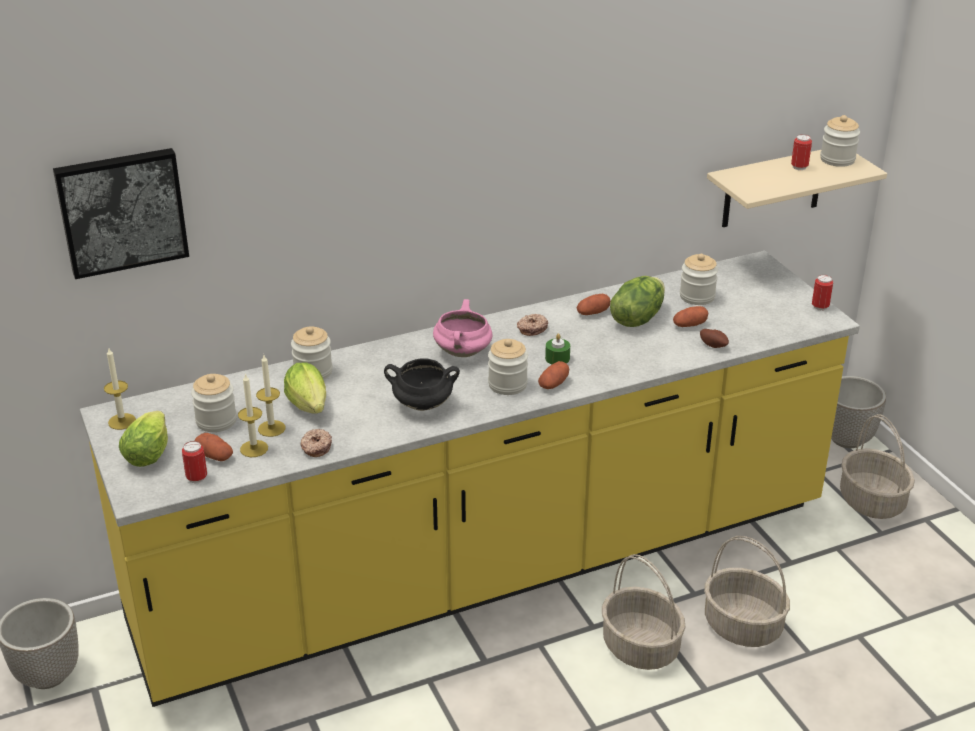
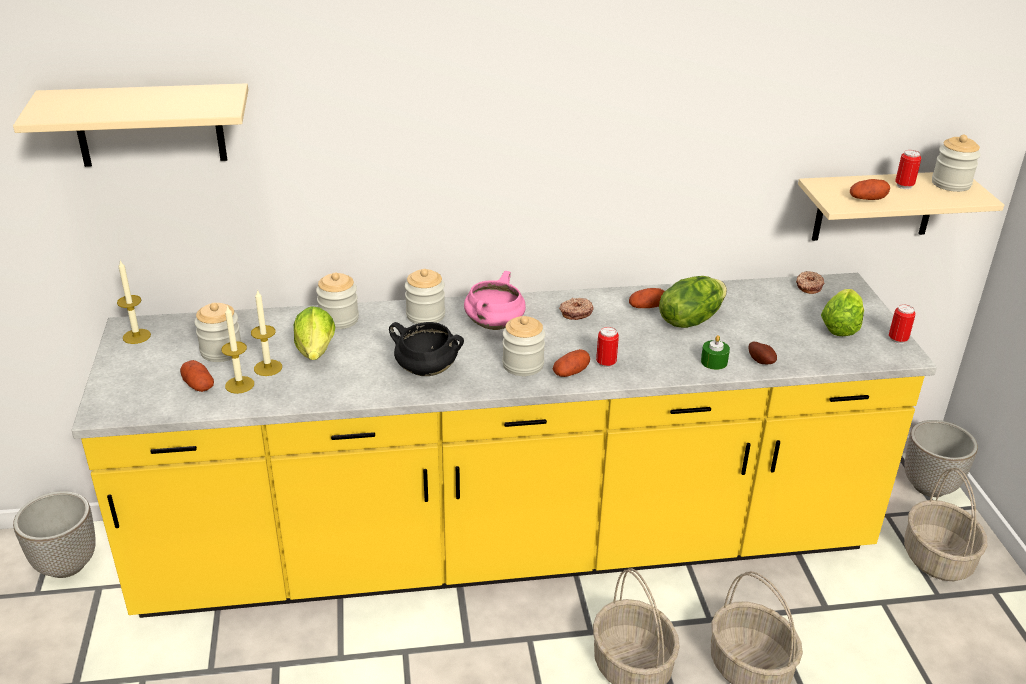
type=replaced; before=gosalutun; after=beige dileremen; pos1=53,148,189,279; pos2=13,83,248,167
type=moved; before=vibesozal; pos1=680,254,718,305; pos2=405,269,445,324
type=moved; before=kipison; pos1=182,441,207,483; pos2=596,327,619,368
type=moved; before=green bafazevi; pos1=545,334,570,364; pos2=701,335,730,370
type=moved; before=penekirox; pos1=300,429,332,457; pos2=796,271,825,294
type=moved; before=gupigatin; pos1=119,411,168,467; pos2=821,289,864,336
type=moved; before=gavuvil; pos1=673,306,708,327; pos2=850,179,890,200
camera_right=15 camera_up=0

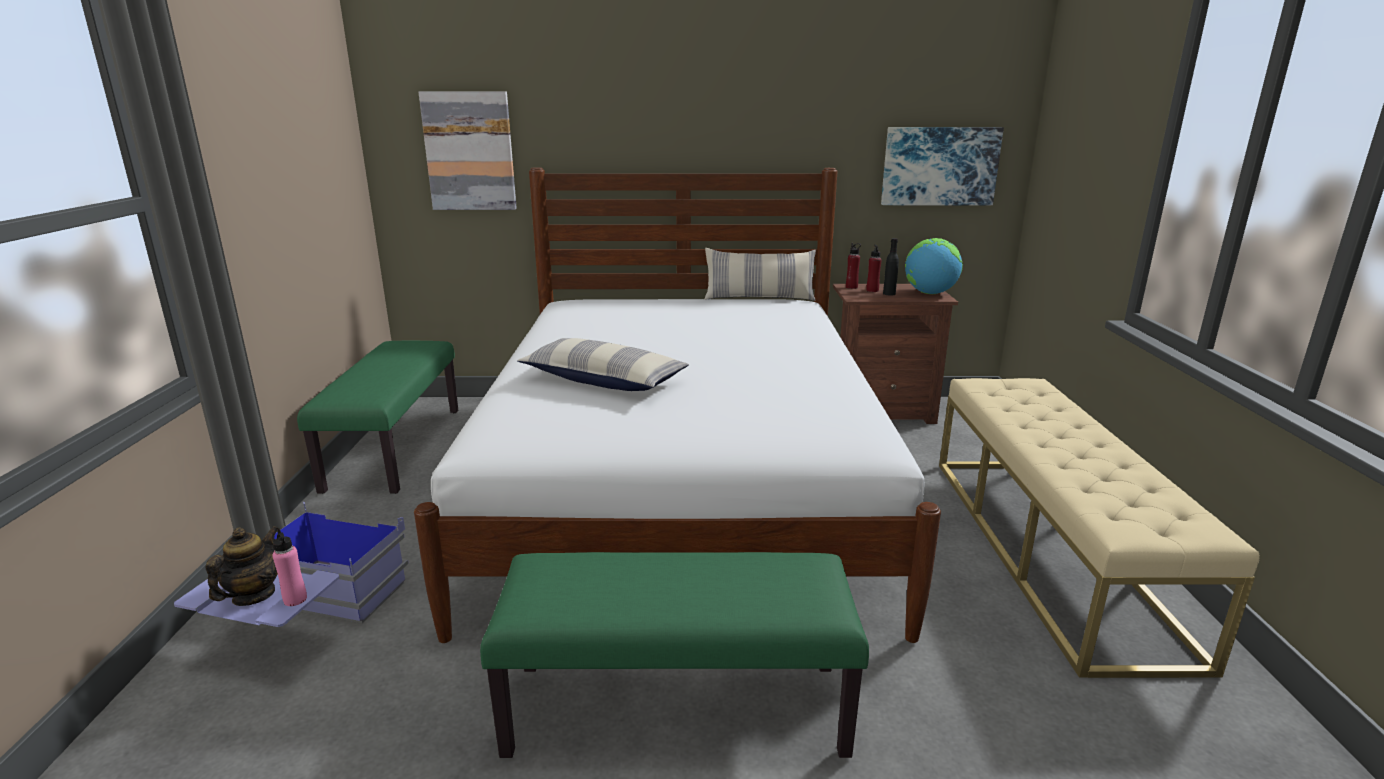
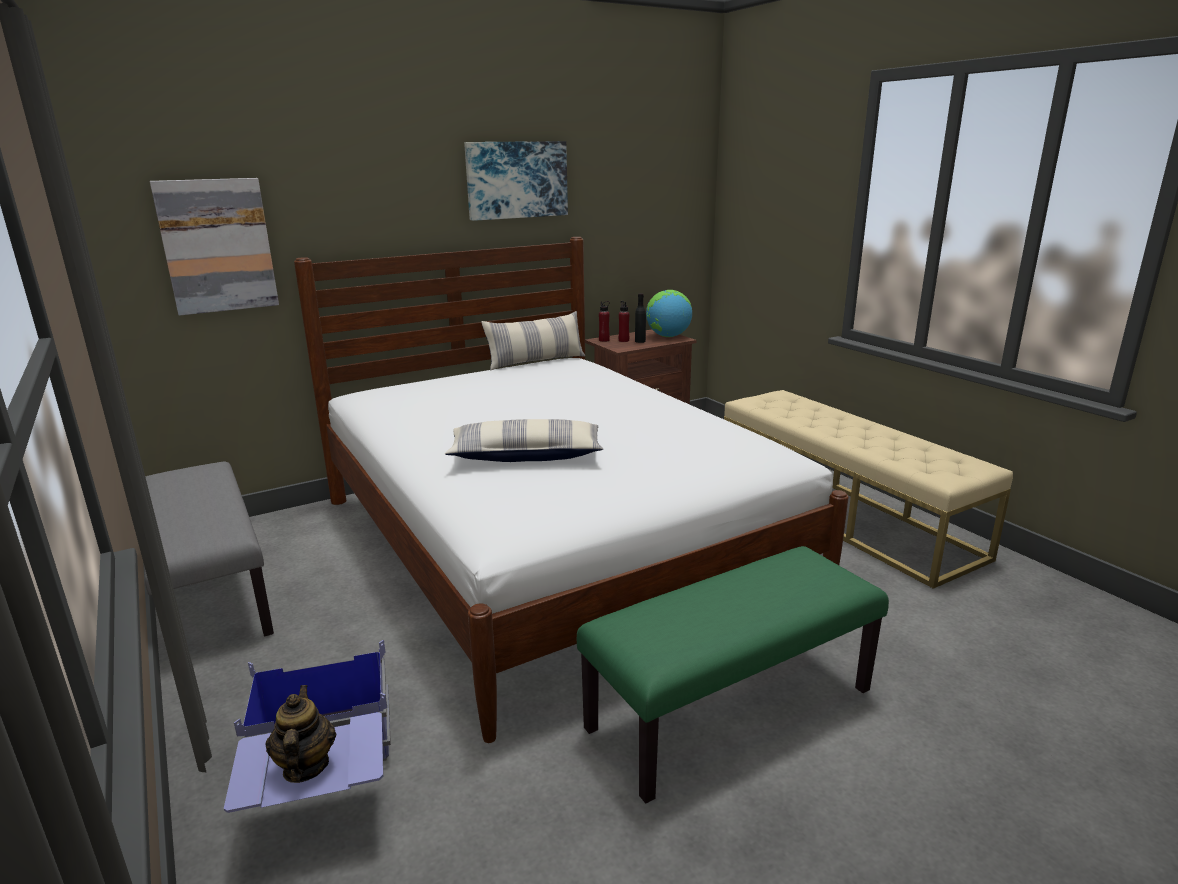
type=recoloured; before=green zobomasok; after=grey zobomasok; pos1=297,341,458,494; pos2=144,462,274,636
type=moved; before=gosalutun; pos1=881,127,1004,205; pos2=464,141,568,221
type=removed; before=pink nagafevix; pos1=272,528,307,606
camera_right=-30 camera_up=0

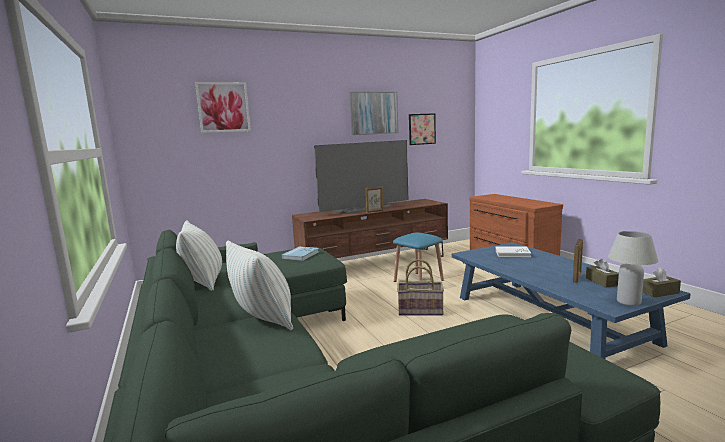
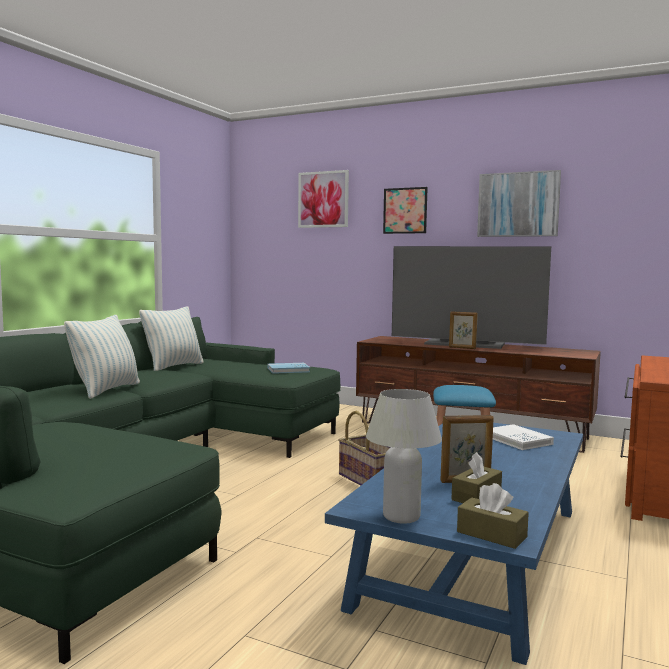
type=moved; before=gosalutun; pos1=409,113,436,145; pos2=383,187,428,234
camera_right=50 camera_up=-5

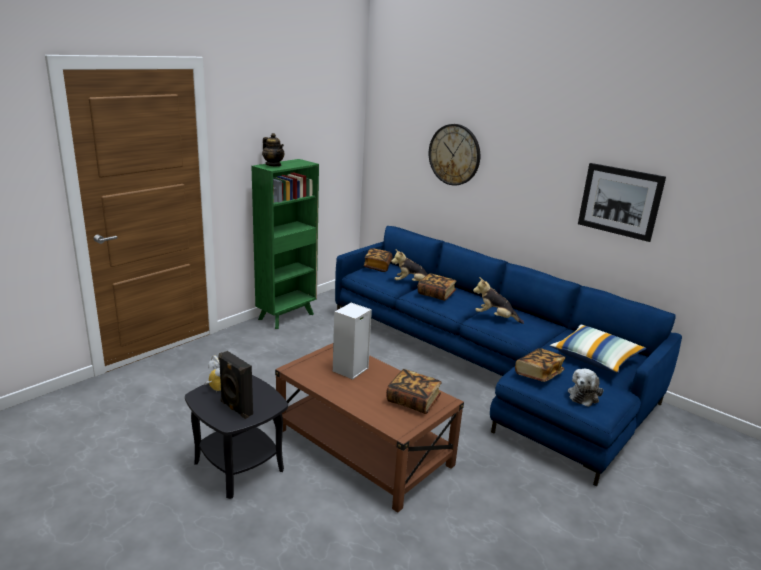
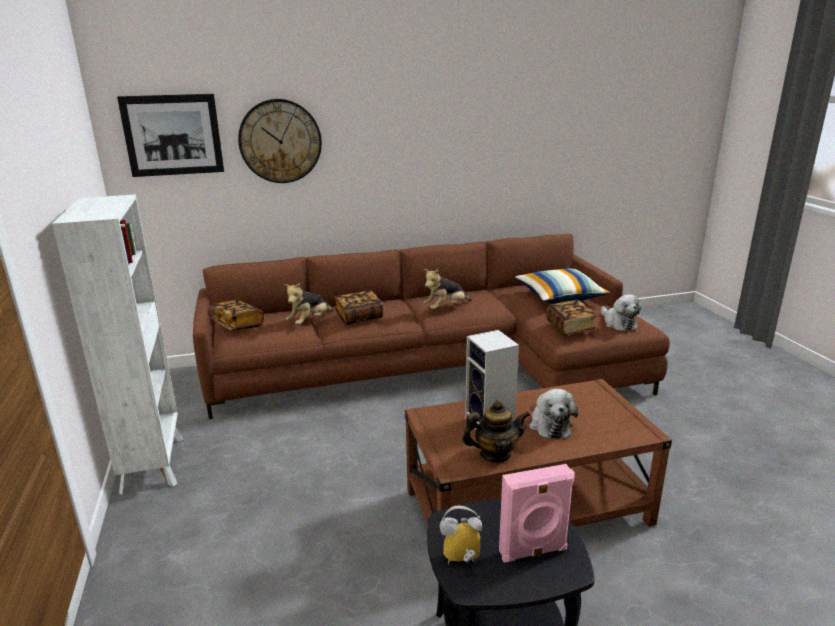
type=recoloured; before=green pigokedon; after=white pigokedon; pos1=251,159,319,329; pos2=52,194,183,495
type=moved; before=gosalutun; pos1=578,163,666,242; pos2=117,94,224,177
type=recoloured; before=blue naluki; after=brown naluki; pos1=335,226,682,486; pos2=193,234,670,419
type=moved; before=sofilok; pos1=262,133,285,167; pos2=462,400,530,463
type=recoloured; before=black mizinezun; after=pink mizinezun; pos1=218,351,253,419; pos2=499,464,575,563
type=added; after=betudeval; pos2=529,389,578,439
type=removed; before=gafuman; pos1=386,369,442,414
camera_right=-55 camera_up=0

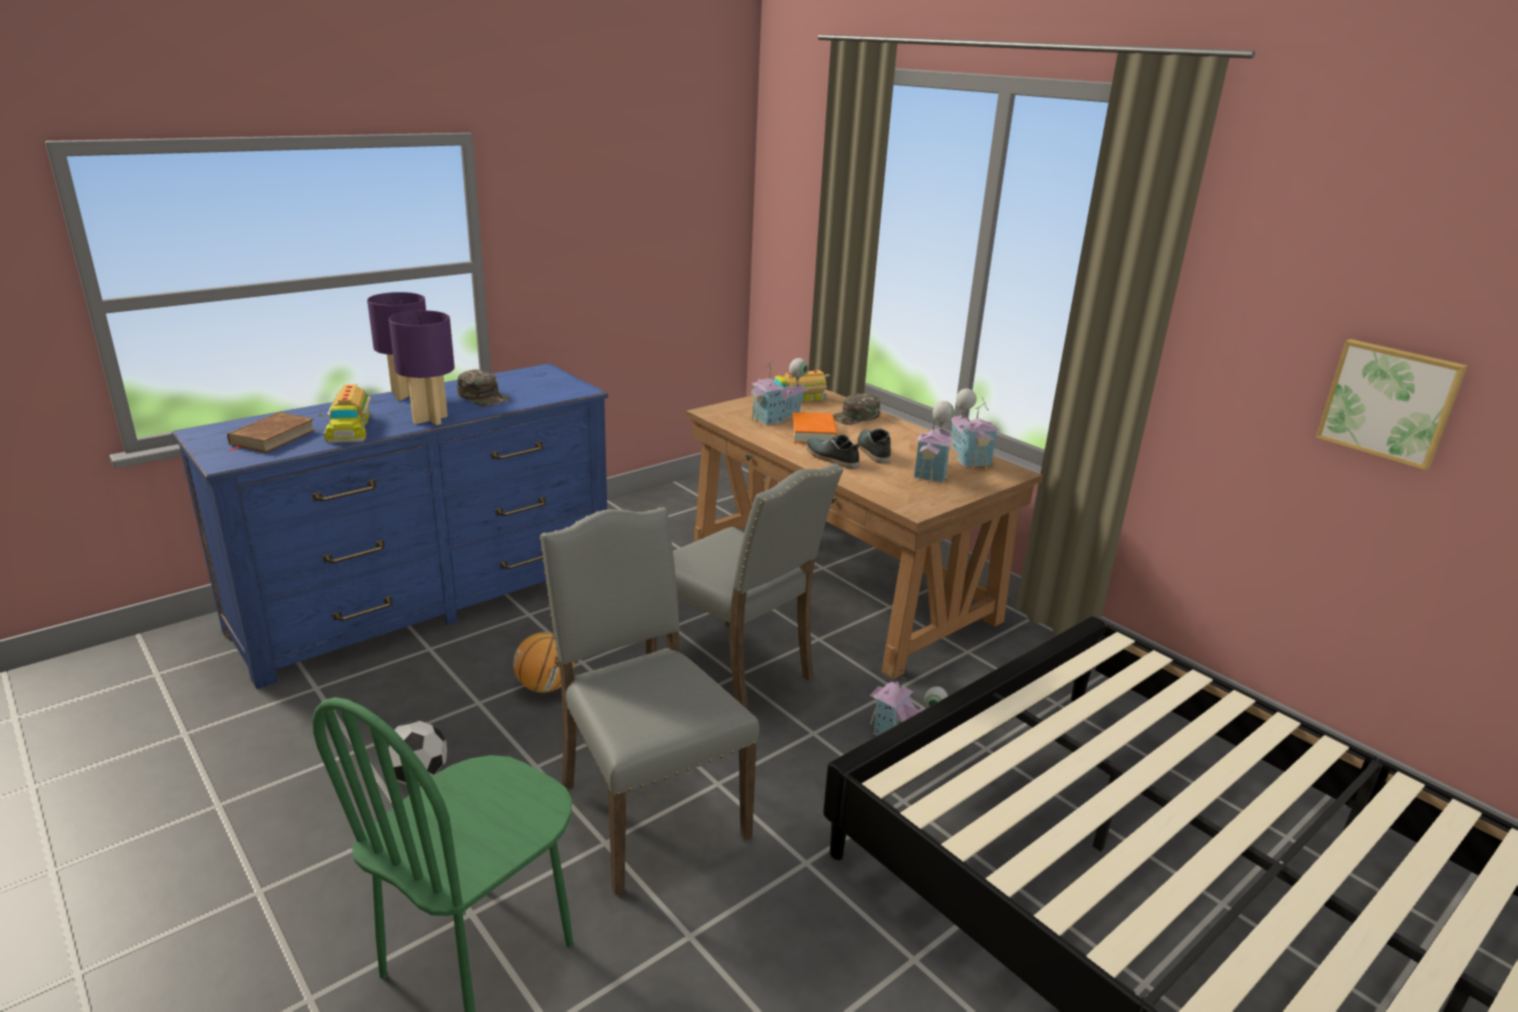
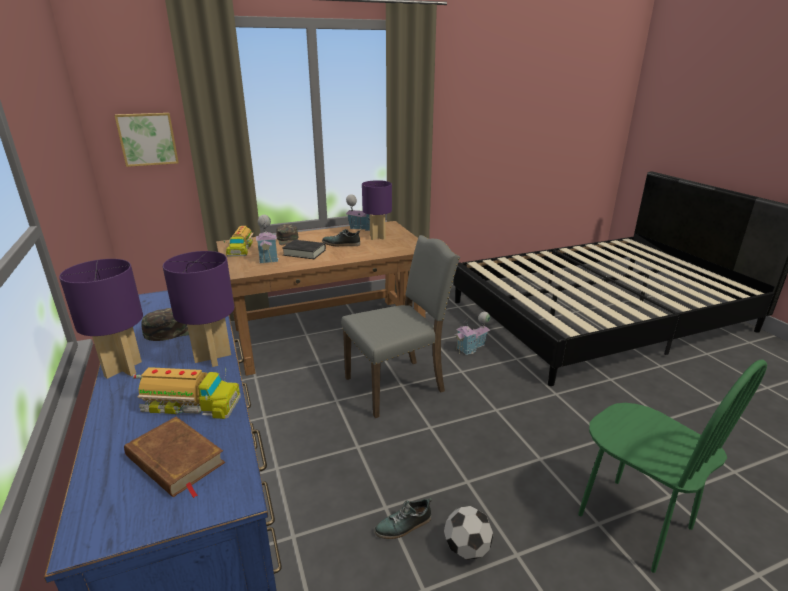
type=moved; before=gosalutun; pos1=1316,339,1468,470; pos2=114,113,179,167
type=recoloured; before=orange gafuman; after=black gafuman; pos1=791,412,838,444; pos2=282,240,326,259
type=replaced; before=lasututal; after=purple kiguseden; pos1=914,401,954,484; pos2=362,180,392,240
type=moved; before=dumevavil; pos1=806,434,861,469; pos2=374,497,432,539
type=removed; before=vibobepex; pos1=513,632,575,693
type=removed; before=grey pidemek; pos1=540,507,759,896
camera_right=-70 camera_up=0

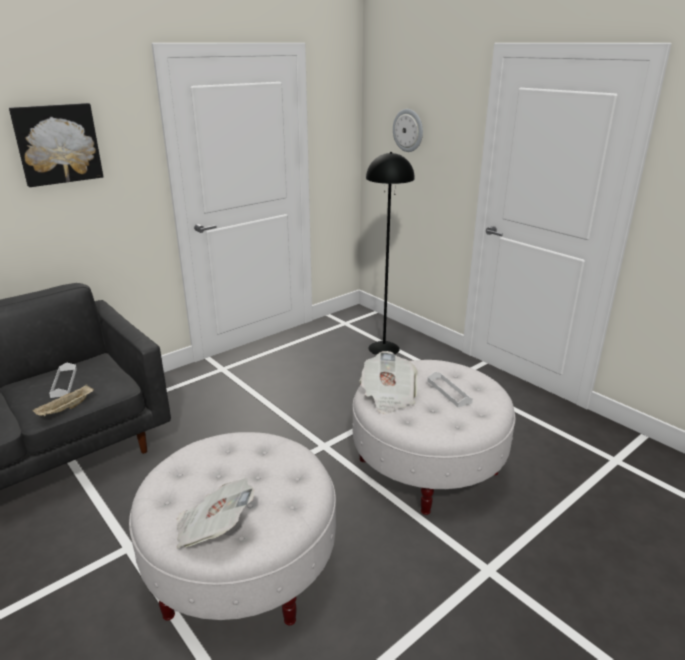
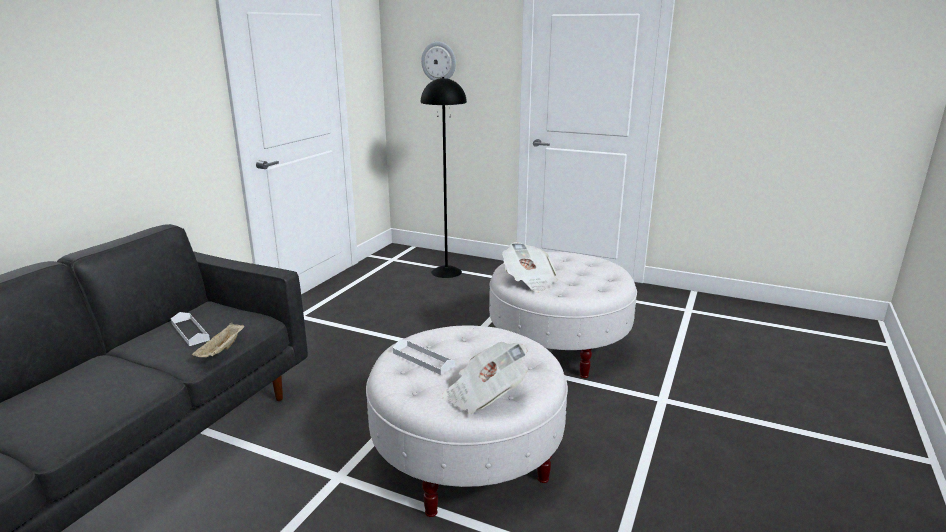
type=moved; before=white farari; pos1=428,372,473,407; pos2=393,339,455,375
type=removed; before=gosalutun; pos1=9,103,103,187
camera_right=-25 camera_up=-5

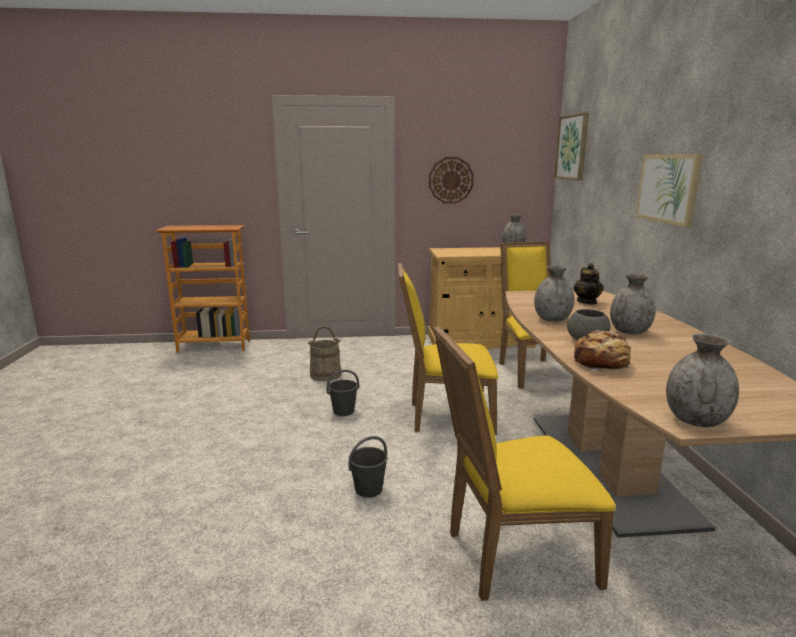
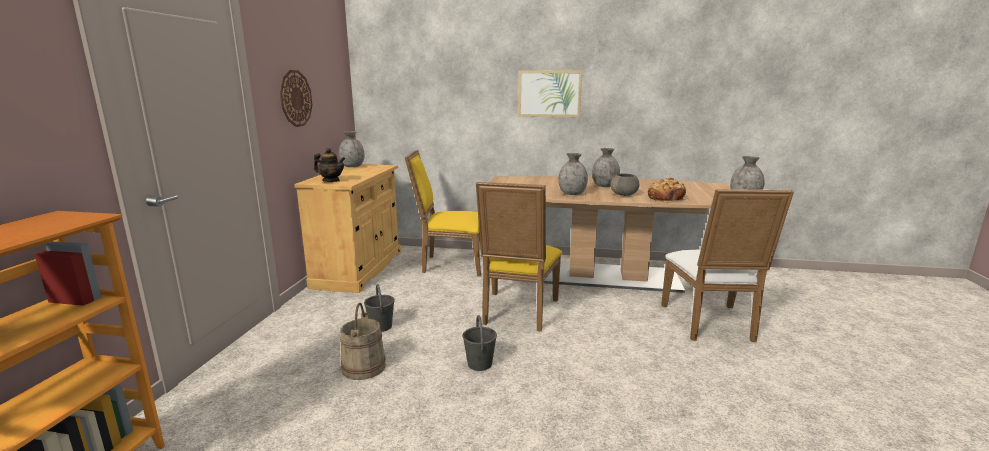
type=moved; before=sofilok; pos1=573,263,604,304; pos2=314,148,345,182
type=moved; before=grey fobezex; pos1=348,436,388,498; pos2=364,284,395,332
type=recoloured; before=yellow pidemek; after=white pidemek; pos1=433,325,616,601; pos2=661,189,794,342
type=removed; before=gosalutun; pos1=554,112,589,180
camera_right=-75 camera_up=0

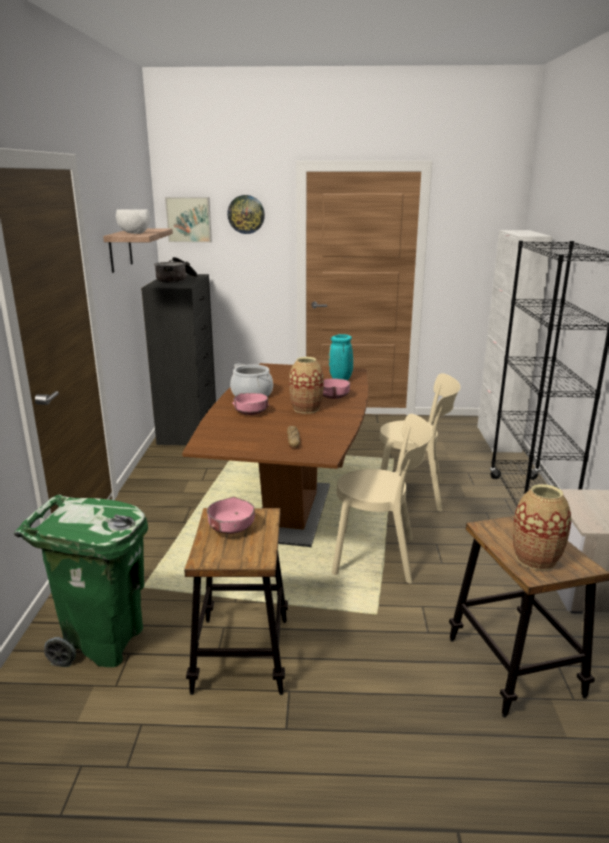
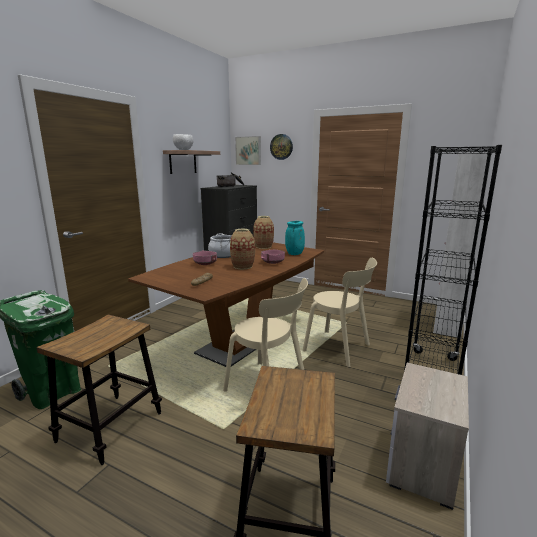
type=moved; before=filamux; pos1=513,484,571,570; pos2=253,216,274,249
type=removed; before=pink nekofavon; pos1=207,497,255,534
camera_right=25 camera_up=-5

